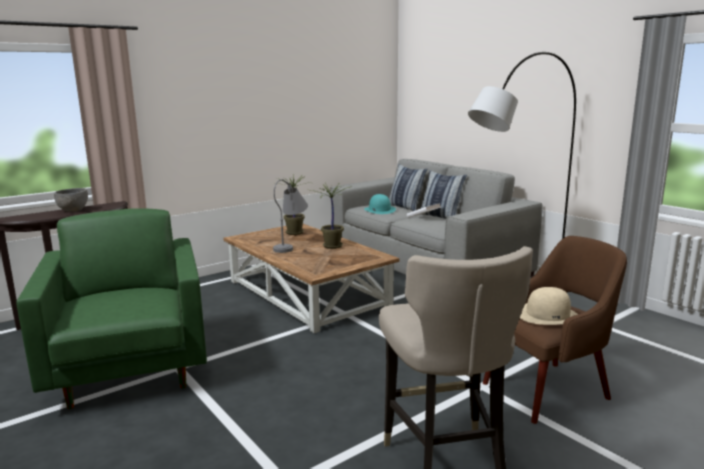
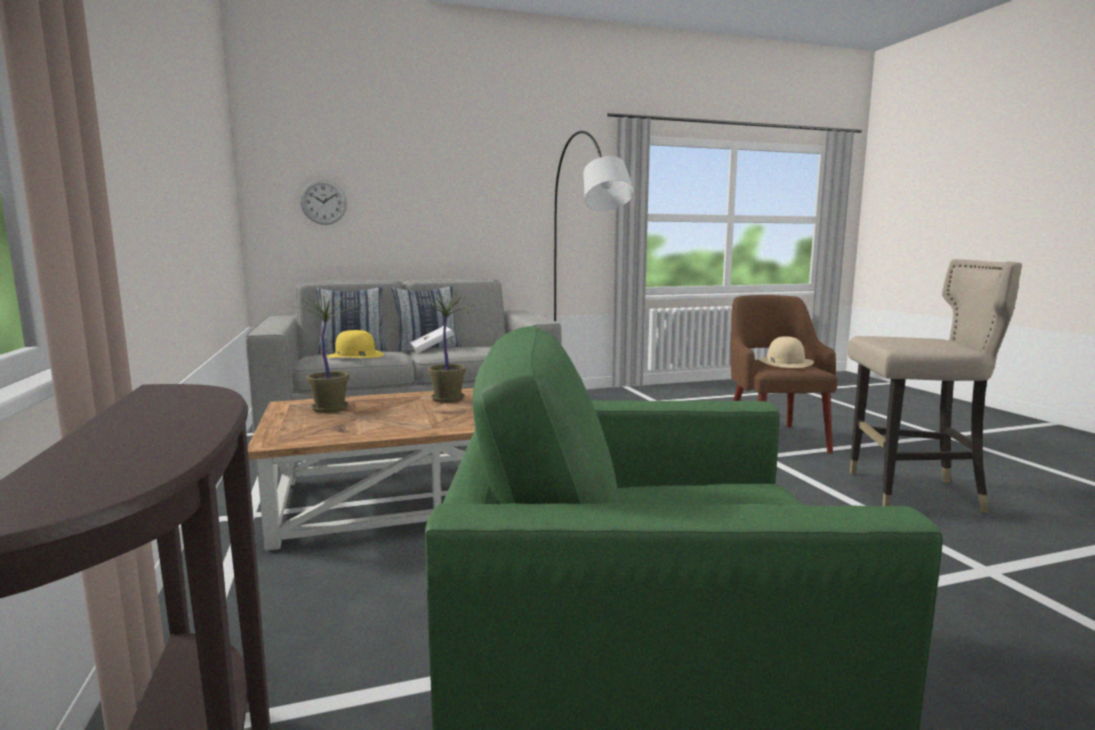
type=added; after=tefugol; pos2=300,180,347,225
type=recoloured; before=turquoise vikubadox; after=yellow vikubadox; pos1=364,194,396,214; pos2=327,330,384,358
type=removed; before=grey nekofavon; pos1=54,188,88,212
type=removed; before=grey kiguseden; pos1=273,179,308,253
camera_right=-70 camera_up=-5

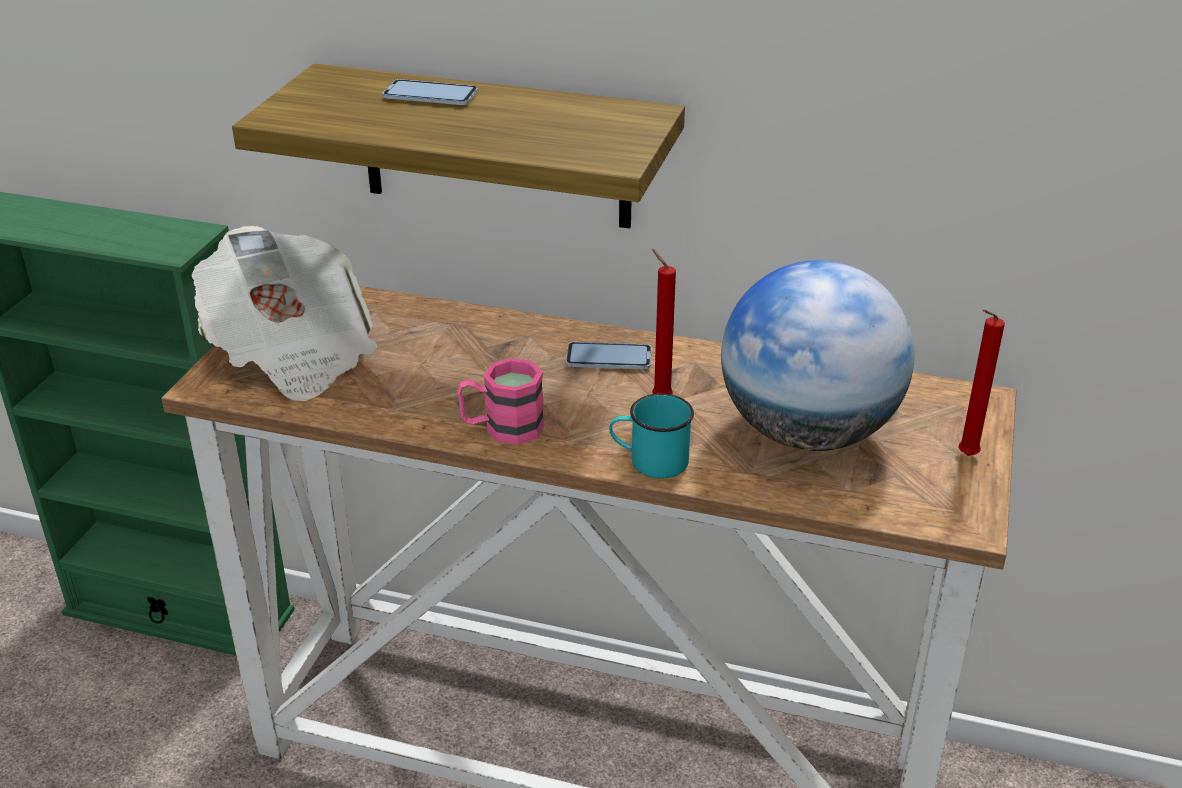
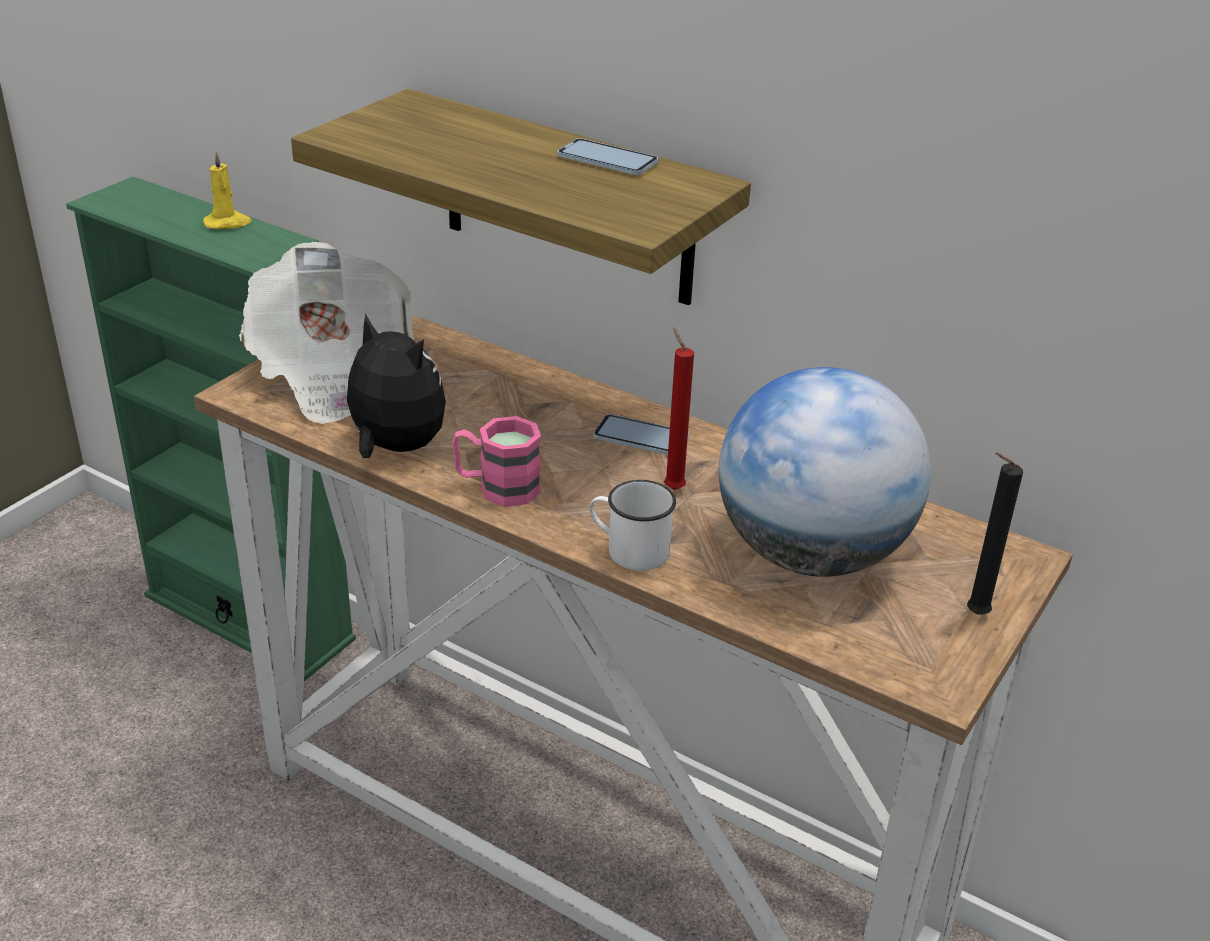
type=added; after=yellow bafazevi; pos2=203,151,252,229
type=added; after=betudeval; pos2=330,313,446,458
type=moved; before=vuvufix; pos1=383,79,478,105; pos2=558,138,658,175
type=recoloured; before=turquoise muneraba; after=white muneraba; pos1=609,394,694,478; pos2=589,480,676,571
type=recoloured; before=red bafazevi; after=black bafazevi; pos1=958,310,1005,456; pos2=967,453,1023,615
camera_right=15 camera_up=0

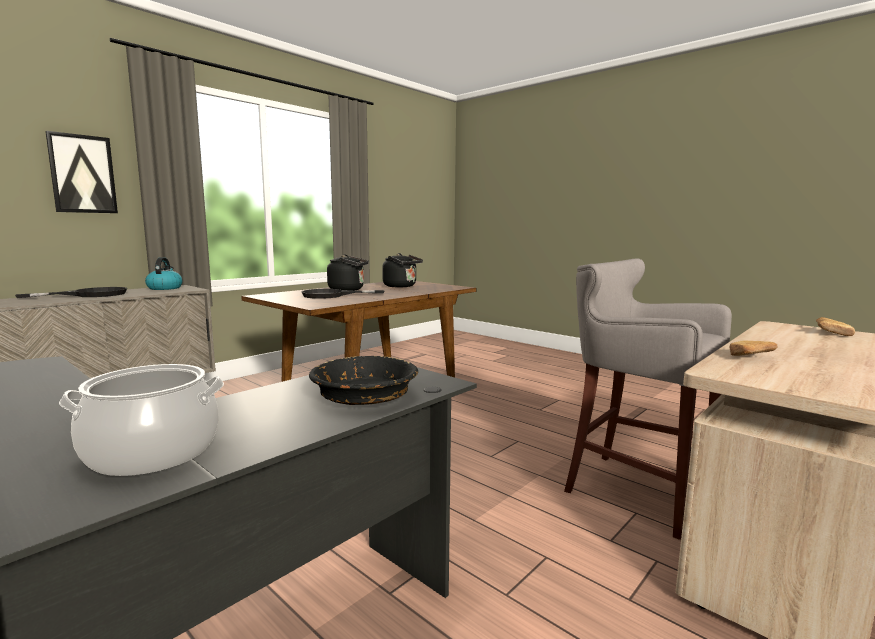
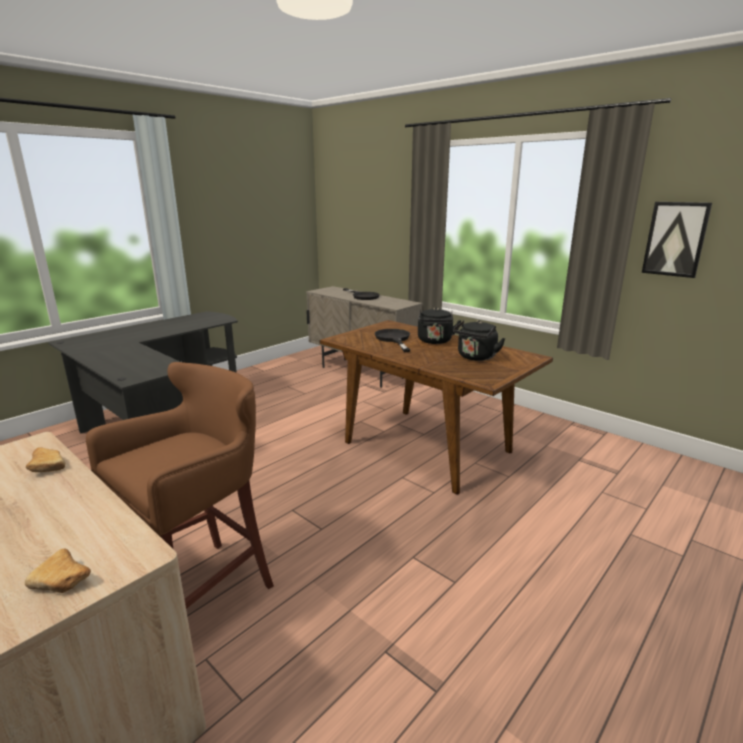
type=recoloured; before=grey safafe; after=brown safafe; pos1=564,259,732,540; pos2=86,362,274,609
type=moved; before=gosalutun; pos1=45,131,118,213; pos2=642,202,712,278
type=removed; before=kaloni; pos1=59,364,224,476
type=removed; before=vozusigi; pos1=145,257,183,290
type=removed; before=black nekofavon; pos1=309,356,418,405
camera_right=90 camera_up=10

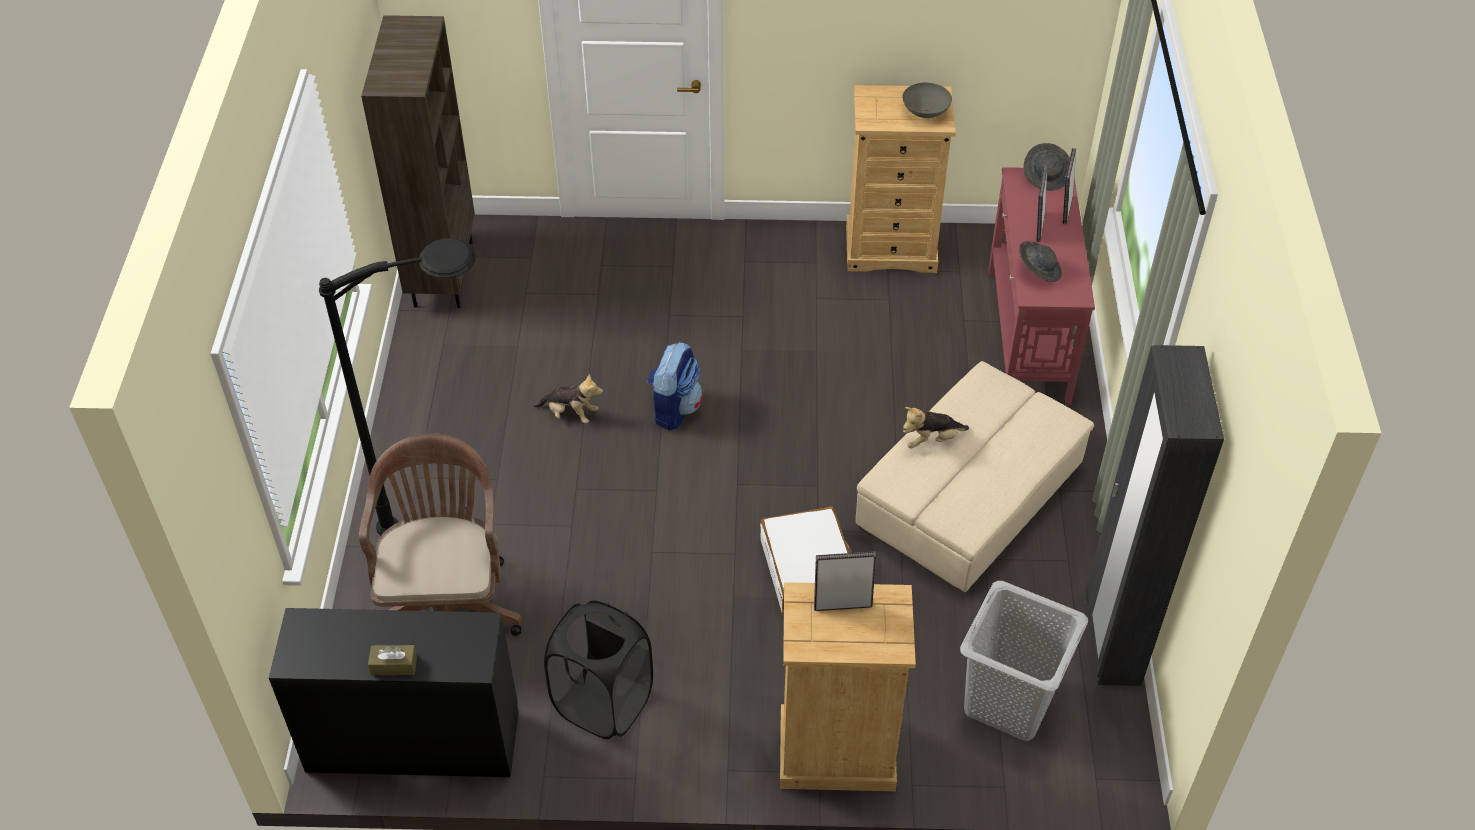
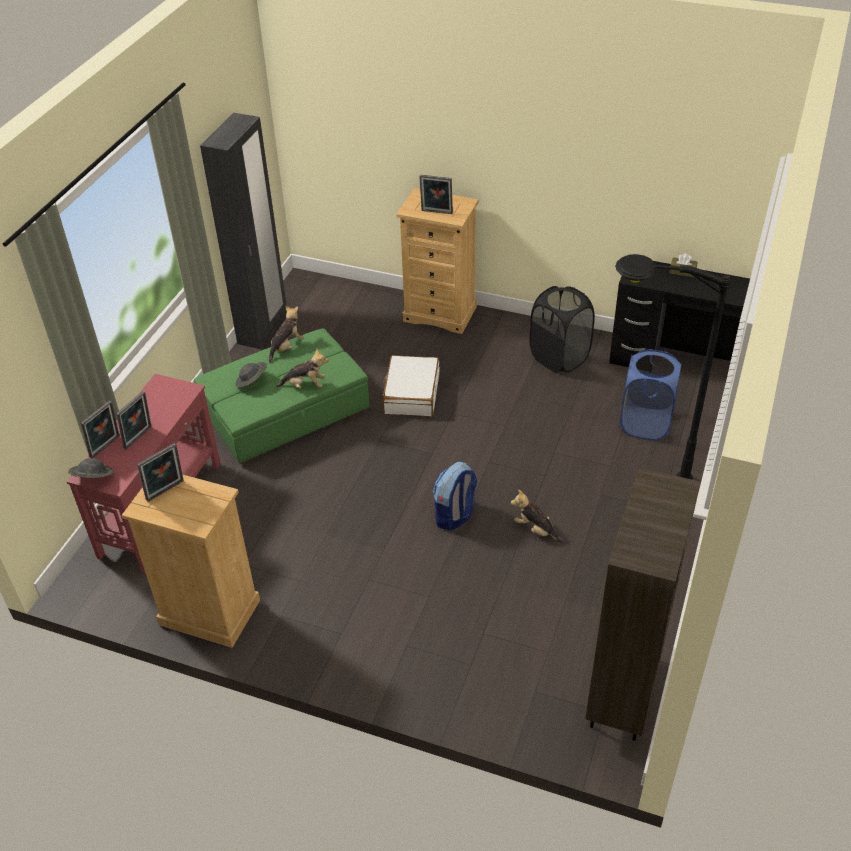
type=replaced; before=grey nekofavon; after=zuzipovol; pos1=902,83,952,118; pos2=137,443,184,502
type=recoloured; before=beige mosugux; after=green mosugux; pos1=856,361,1094,592; pos2=194,328,369,464
type=moved; before=grey vikubadox; pos1=1019,241,1062,282; pos2=235,362,267,387
type=added; after=betudeval; pos2=269,306,304,363
type=replaced; before=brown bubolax; after=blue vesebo; pos1=359,433,522,636; pos2=619,349,682,441
type=removed; before=grey vesebo; pos1=960,581,1088,741
camera_right=-160 camera_up=-5

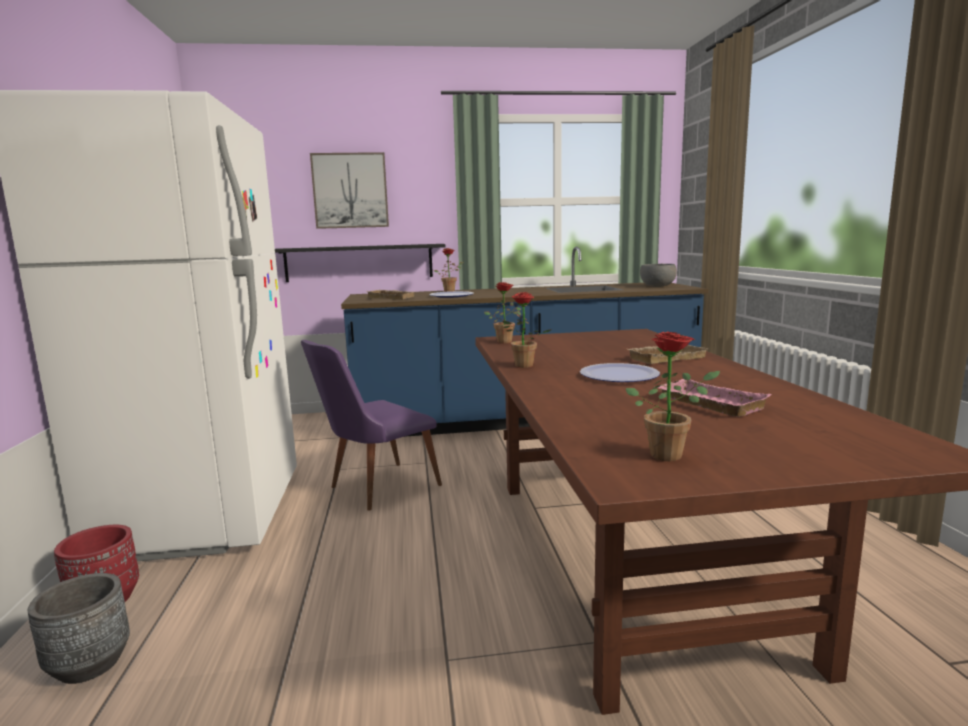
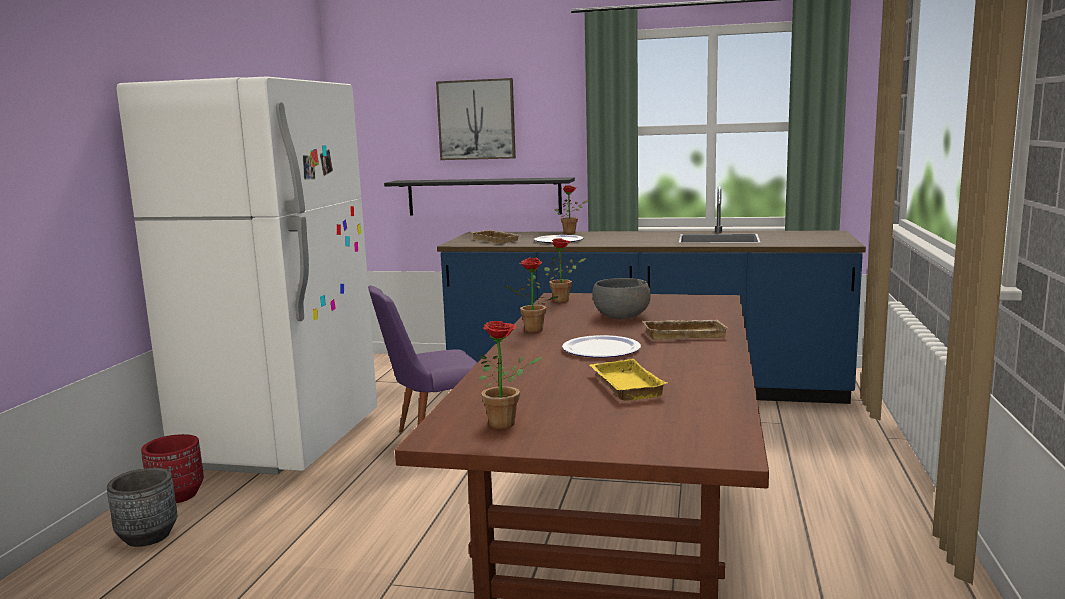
type=recoloured; before=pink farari; after=yellow farari; pos1=658,379,773,417; pos2=589,359,667,401
type=moved; before=grey nekofavon; pos1=640,264,677,287; pos2=593,278,651,319
camera_right=20 camera_up=0

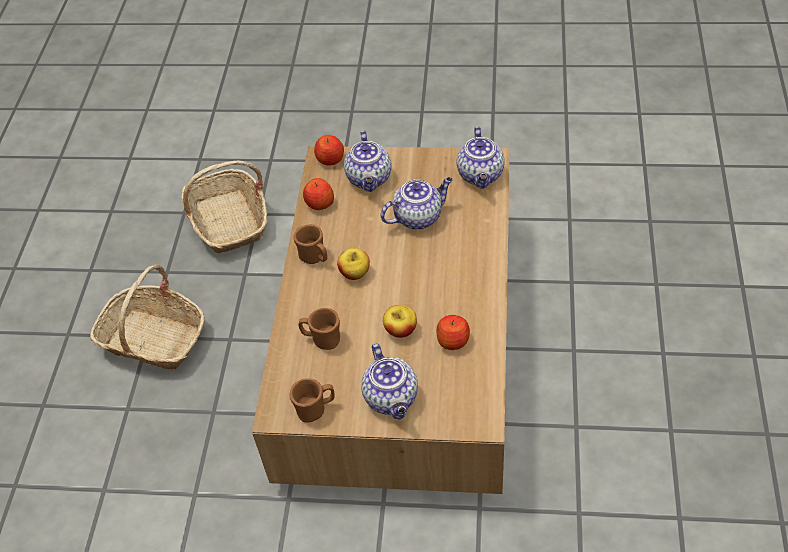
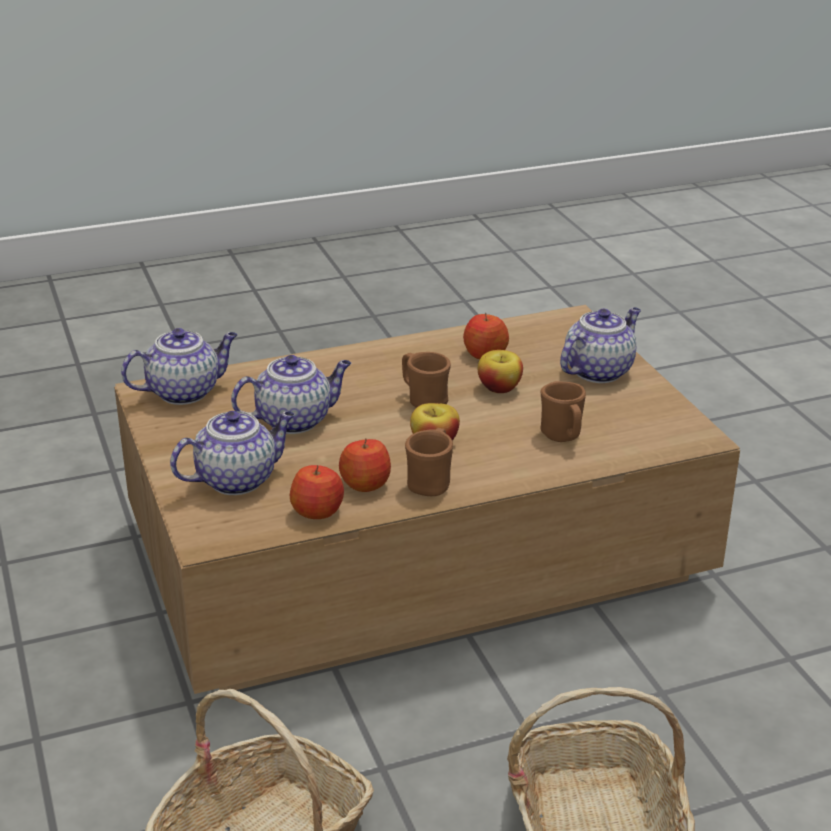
type=turned; before=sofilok; pos1=380,177,453,230; pos2=231,355,351,434; turn=120
type=moved; before=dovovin; pos1=314,135,344,166; pos2=339,438,391,492
type=moved; before=brown muneraba; pos1=289,378,335,423; pos2=402,352,451,408
camera_right=-120 camera_up=-20

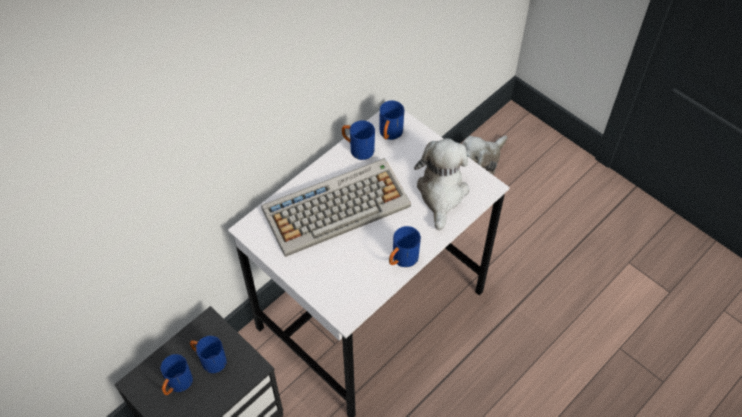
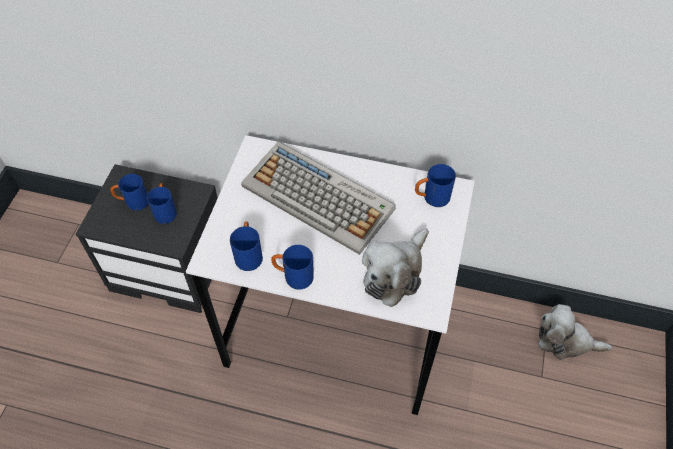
type=moved; before=blue muneraba; pos1=342,120,375,160; pos2=230,221,263,271
type=turned; before=betudeval; pos1=414,138,470,230; pos2=362,228,429,307; turn=150
camera_right=60 camera_up=0

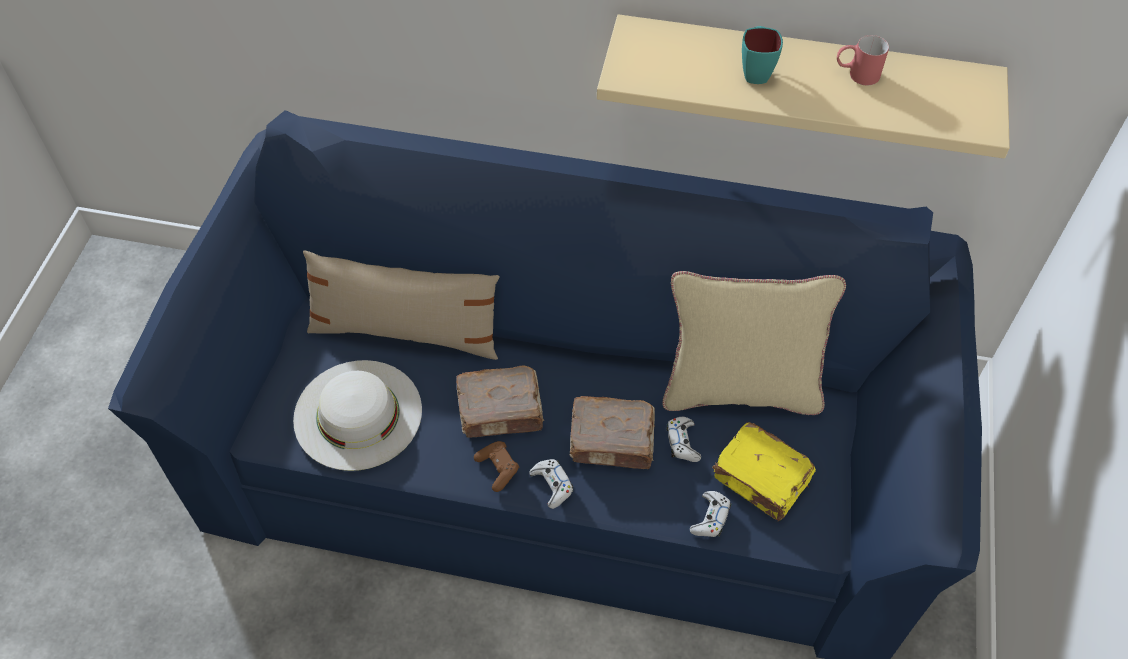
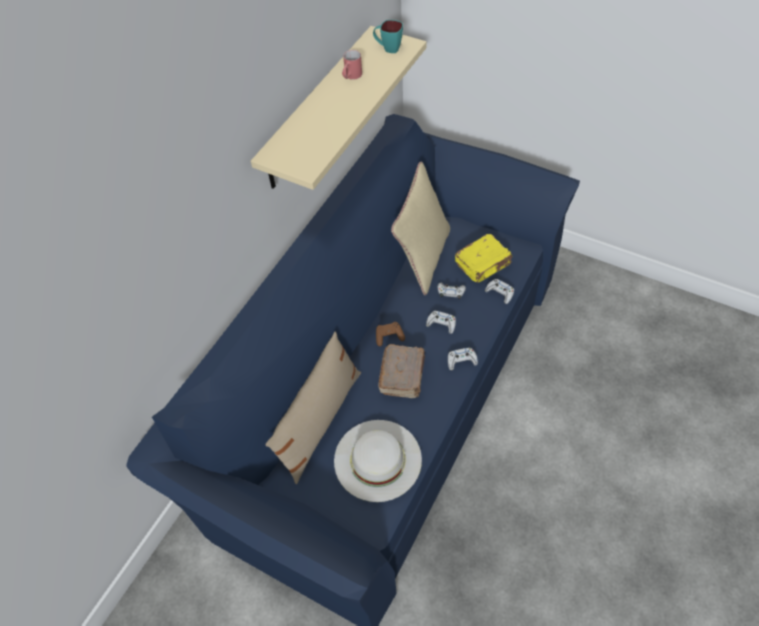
type=moved; before=turquoise muneraba; pos1=742,26,783,84; pos2=373,20,403,53
type=moved; before=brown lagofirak; pos1=474,441,520,492; pos2=376,322,405,346
type=replaced; before=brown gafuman; after=white lagofirak; pos1=570,396,655,469; pos2=426,311,456,334
camera_right=-70 camera_up=0

